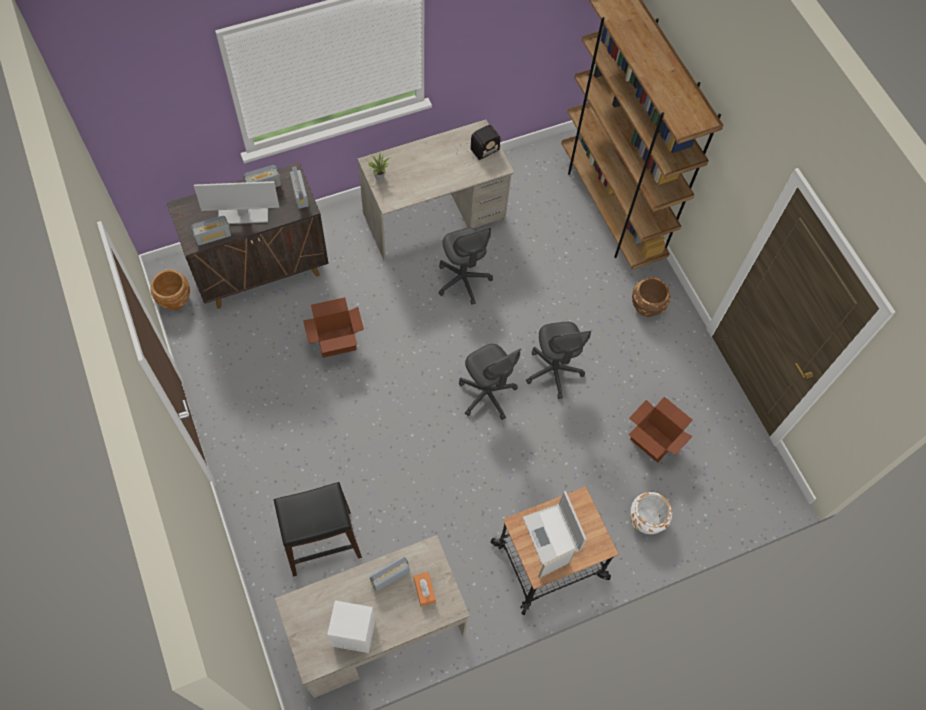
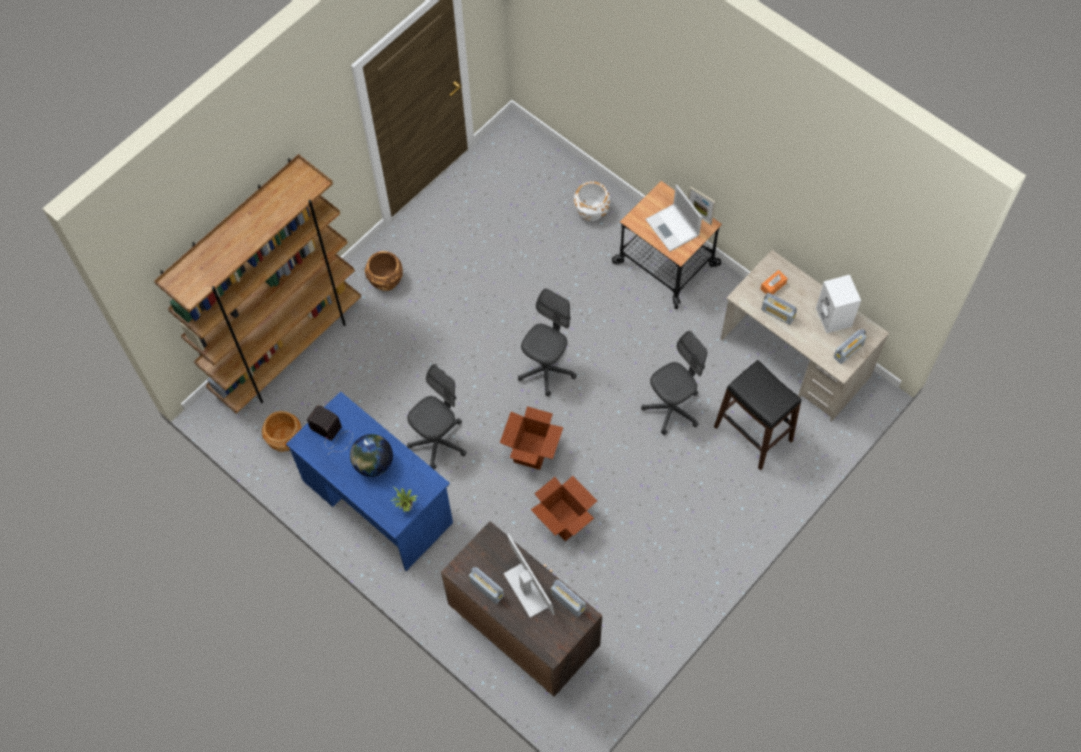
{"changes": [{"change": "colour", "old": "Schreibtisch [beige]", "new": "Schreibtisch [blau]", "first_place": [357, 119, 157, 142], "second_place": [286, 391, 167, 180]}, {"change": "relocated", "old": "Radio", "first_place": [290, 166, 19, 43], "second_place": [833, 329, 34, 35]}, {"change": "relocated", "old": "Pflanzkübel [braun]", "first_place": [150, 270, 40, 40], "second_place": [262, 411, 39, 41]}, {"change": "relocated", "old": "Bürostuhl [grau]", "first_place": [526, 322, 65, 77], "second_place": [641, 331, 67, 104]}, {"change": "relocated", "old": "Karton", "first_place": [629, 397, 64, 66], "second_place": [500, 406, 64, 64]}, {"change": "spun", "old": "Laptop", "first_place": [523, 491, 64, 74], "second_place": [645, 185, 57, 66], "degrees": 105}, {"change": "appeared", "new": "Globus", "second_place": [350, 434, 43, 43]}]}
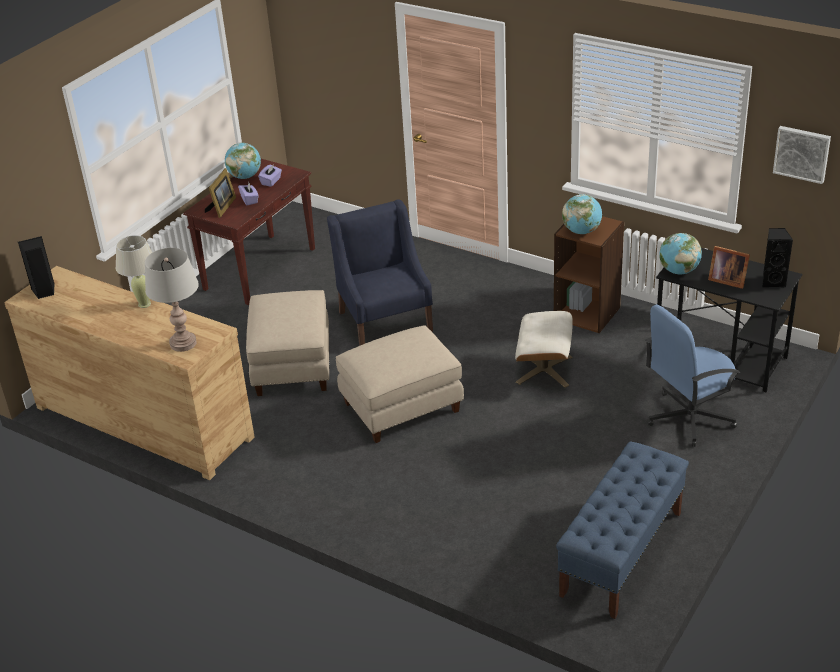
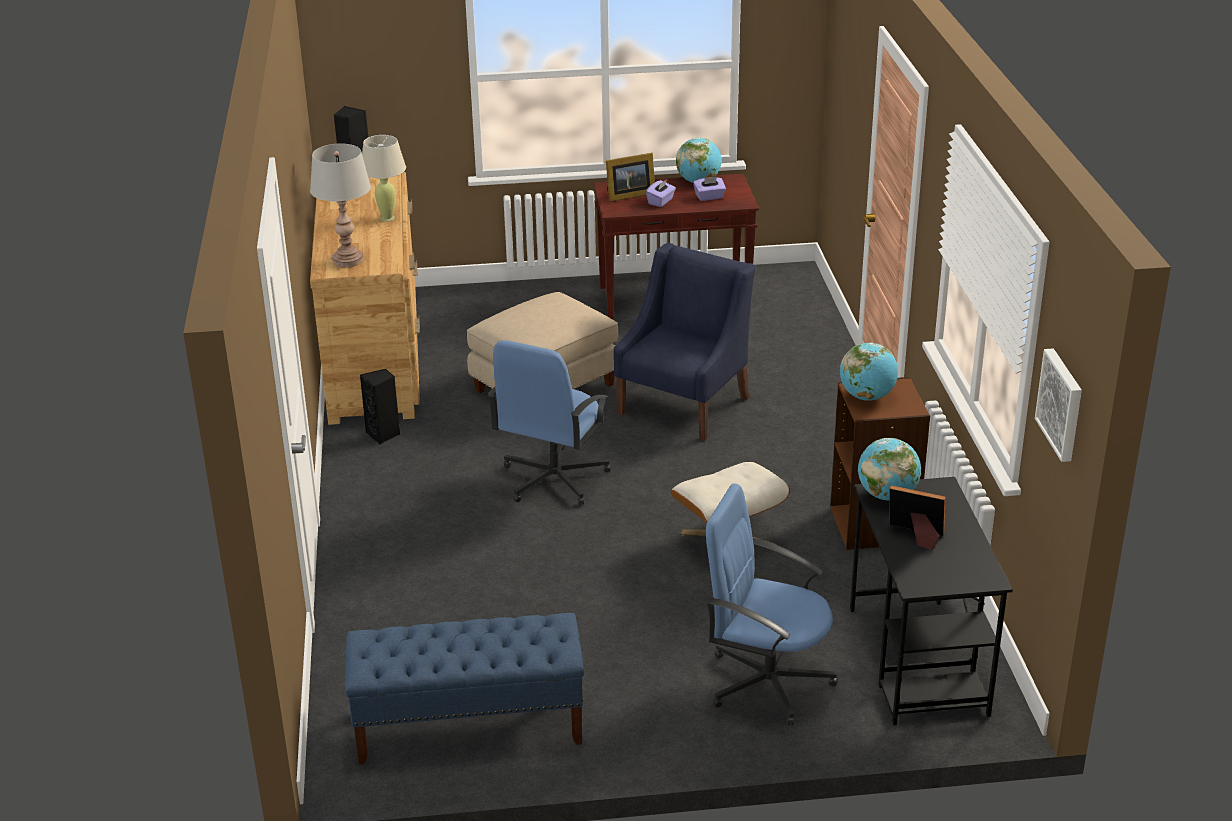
{"changes": [{"change": "relocated", "old": "Lautsprecher [schwarz]", "first_place": [762, 228, 31, 60], "second_place": [360, 369, 40, 76]}, {"change": "spun", "old": "Bilderrahmen", "first_place": [708, 246, 42, 43], "second_place": [890, 485, 56, 65], "degrees": 120}, {"change": "exchanged", "old": "Polsterhocker [beige]", "new": "Bürostuhl [blau]", "first_place": [336, 325, 128, 118], "second_place": [487, 340, 124, 165]}]}
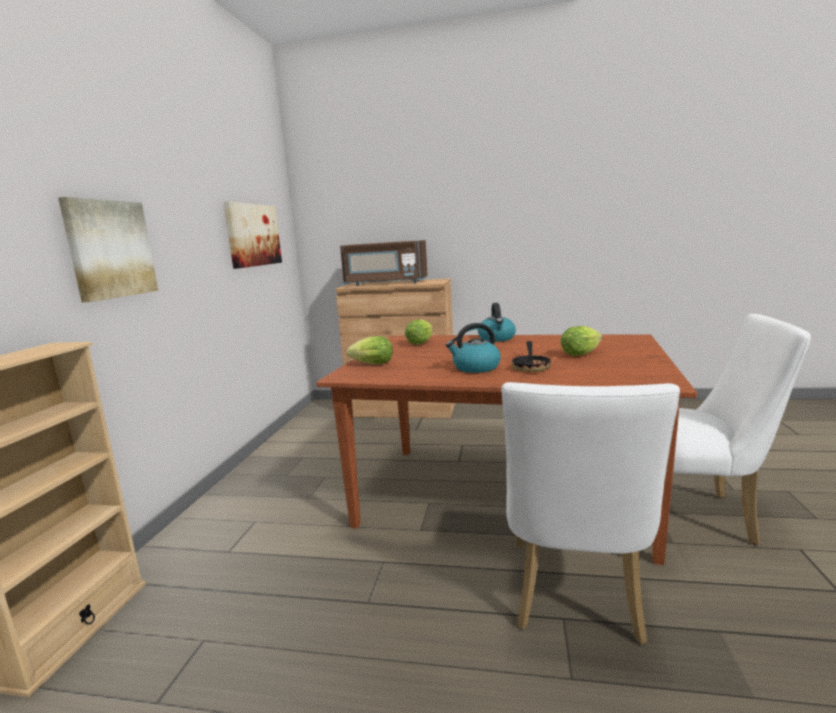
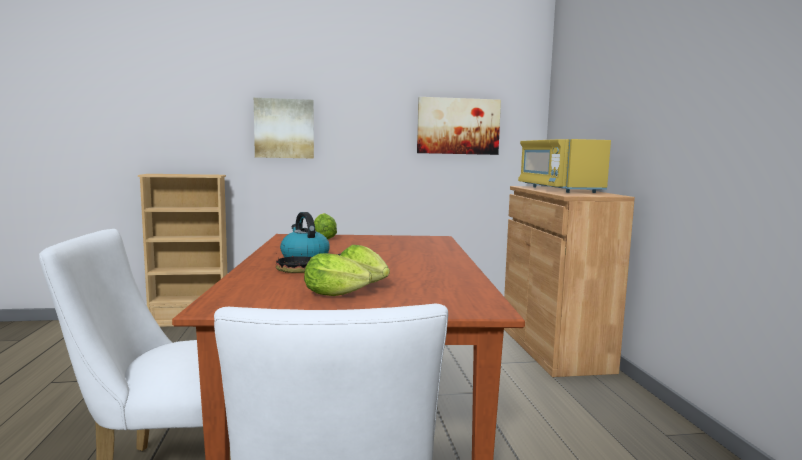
{"changes": [{"change": "colour", "old": "Mikrowelle [braun]", "new": "Mikrowelle [gelb]", "first_place": [340, 240, 88, 46], "second_place": [518, 139, 93, 54]}, {"change": "missing", "old": "Wasserkessel", "first_place": [478, 303, 38, 39]}, {"change": "relocated", "old": "Salatkopf", "first_place": [405, 319, 28, 26], "second_place": [304, 253, 68, 43]}]}
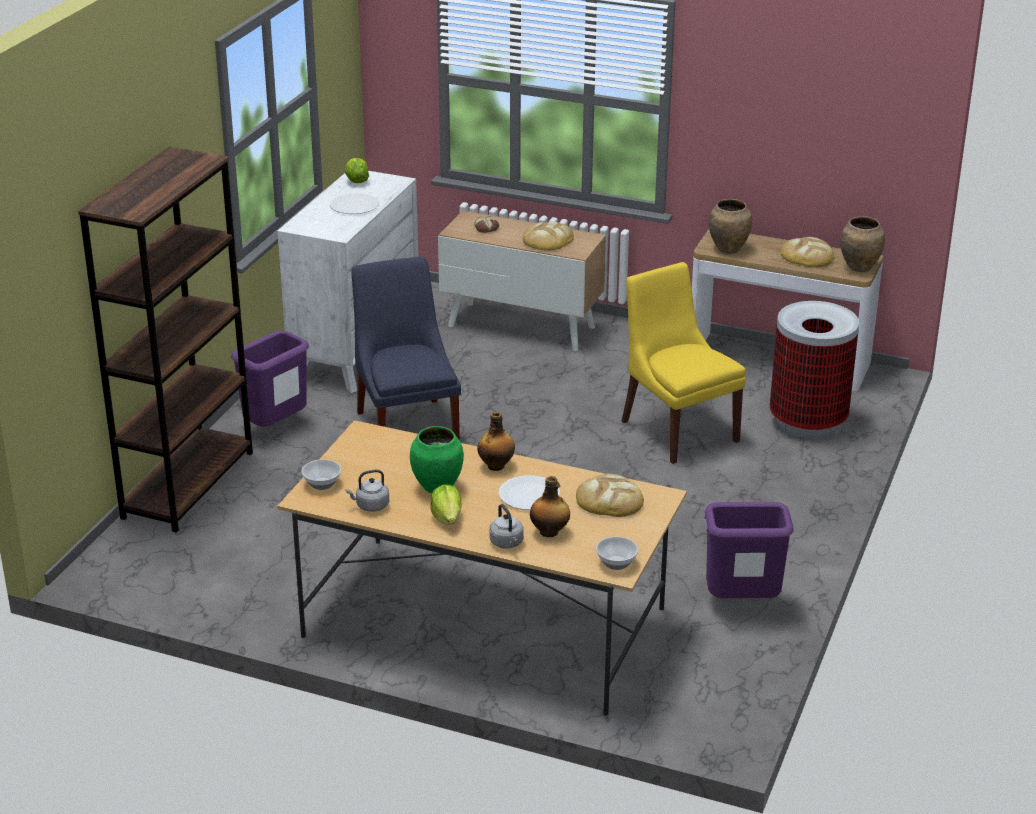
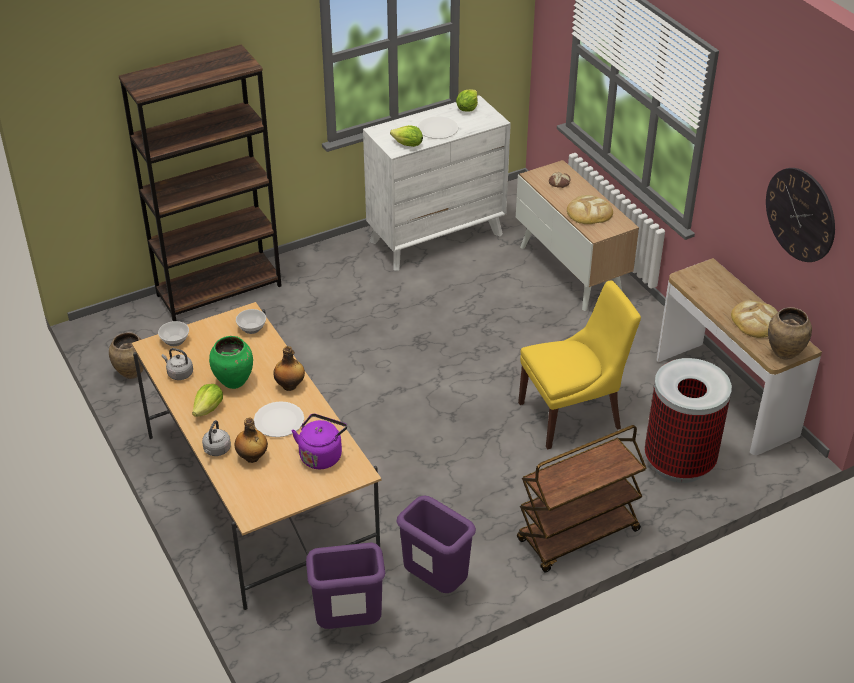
{"changes": [{"change": "relocated", "old": "Vase [braun]", "first_place": [709, 199, 43, 55], "second_place": [109, 332, 35, 47]}, {"change": "missing", "old": "Stuhl [blau]", "first_place": [351, 257, 110, 183]}, {"change": "spun", "old": "Stuhl [gelb]", "first_place": [622, 262, 124, 202], "second_place": [518, 280, 123, 169], "degrees": 60}, {"change": "relocated", "old": "Mülleimer [lila]", "first_place": [231, 330, 78, 97], "second_place": [306, 543, 79, 86]}, {"change": "exchanged", "old": "Brot", "new": "Wasserkessel [lila]", "first_place": [576, 474, 68, 43], "second_place": [292, 414, 55, 55]}, {"change": "relocated", "old": "Schüssel", "first_place": [596, 536, 42, 34], "second_place": [236, 309, 30, 25]}, {"change": "appeared", "new": "Salatkopf", "second_place": [390, 125, 33, 22]}, {"change": "appeared", "new": "Wanduhr", "second_place": [766, 168, 69, 94]}, {"change": "appeared", "new": "Rollwagen [braun]", "second_place": [517, 425, 130, 148]}]}
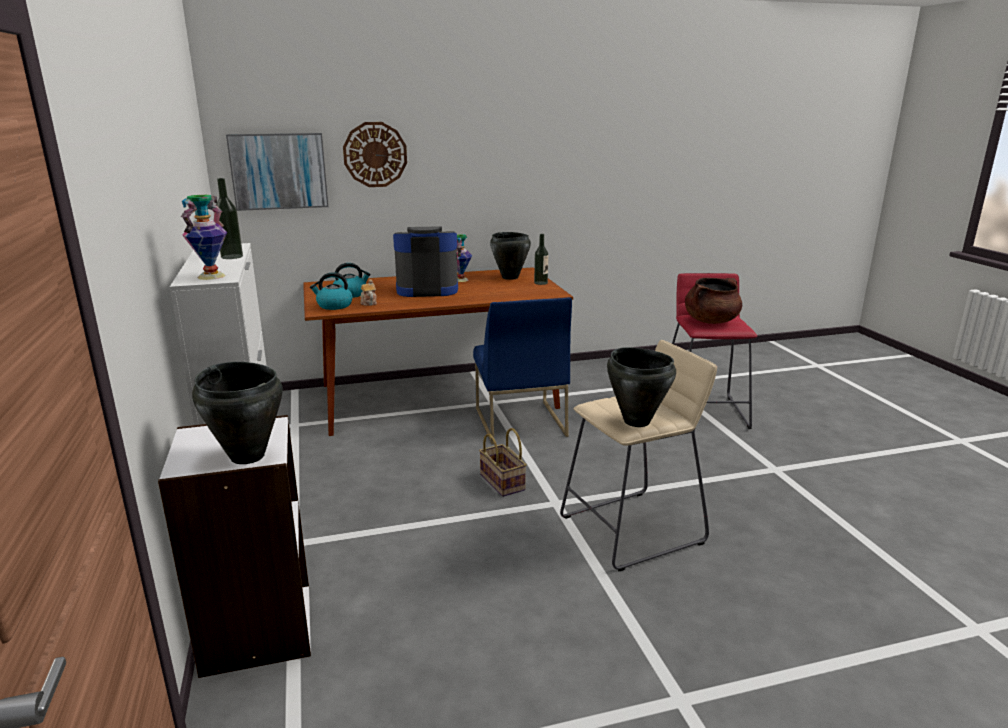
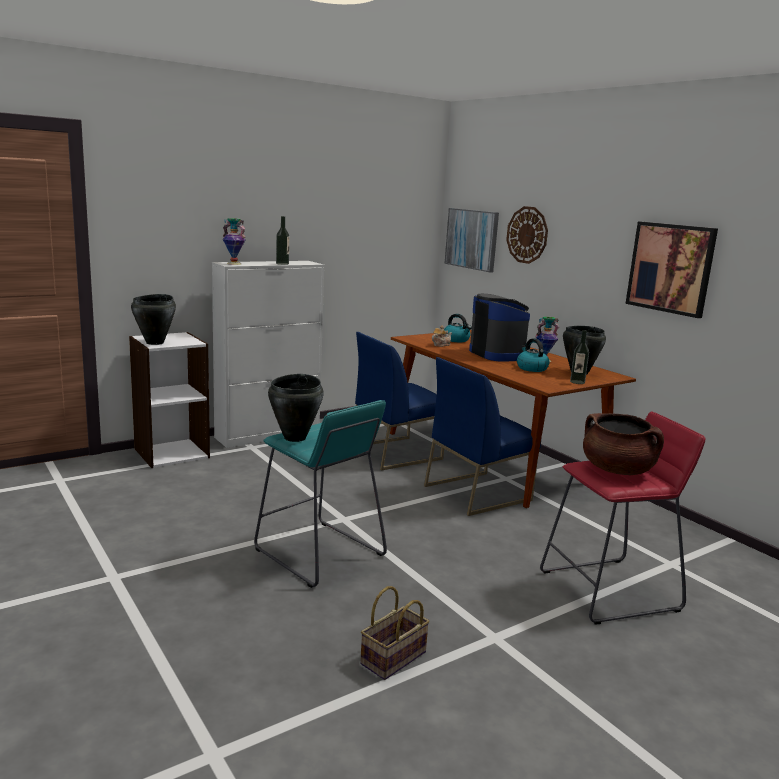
{"changes": [{"change": "relocated", "old": "Wasserkessel", "first_place": [310, 272, 43, 38], "second_place": [517, 338, 33, 34]}, {"change": "colour", "old": "Hocker [beige]", "new": "Hocker [türkis]", "first_place": [560, 340, 157, 231], "second_place": [254, 400, 133, 188]}, {"change": "relocated", "old": "Korb", "first_place": [479, 428, 48, 69], "second_place": [360, 586, 70, 94]}, {"change": "appeared", "new": "Bild", "second_place": [625, 222, 93, 96]}, {"change": "appeared", "new": "Stuhl [blau]", "second_place": [355, 332, 89, 138]}]}
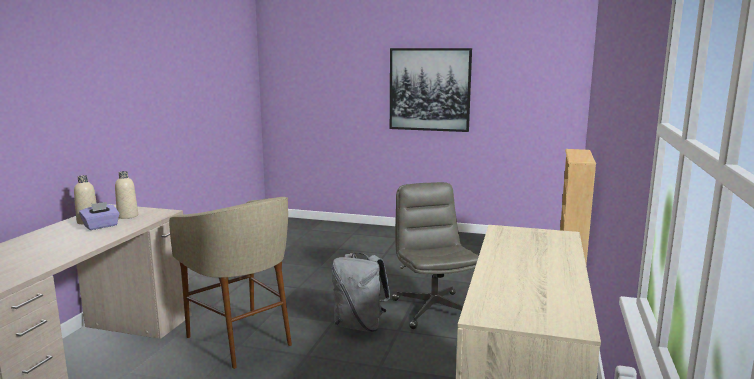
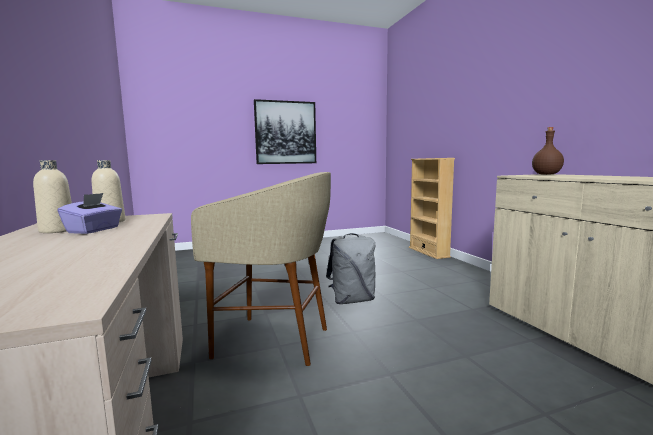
{"changes": [{"change": "missing", "old": "Bürostuhl [grau]", "first_place": [392, 182, 87, 147]}, {"change": "appeared", "new": "Flasche [braun]", "second_place": [532, 127, 32, 48]}]}
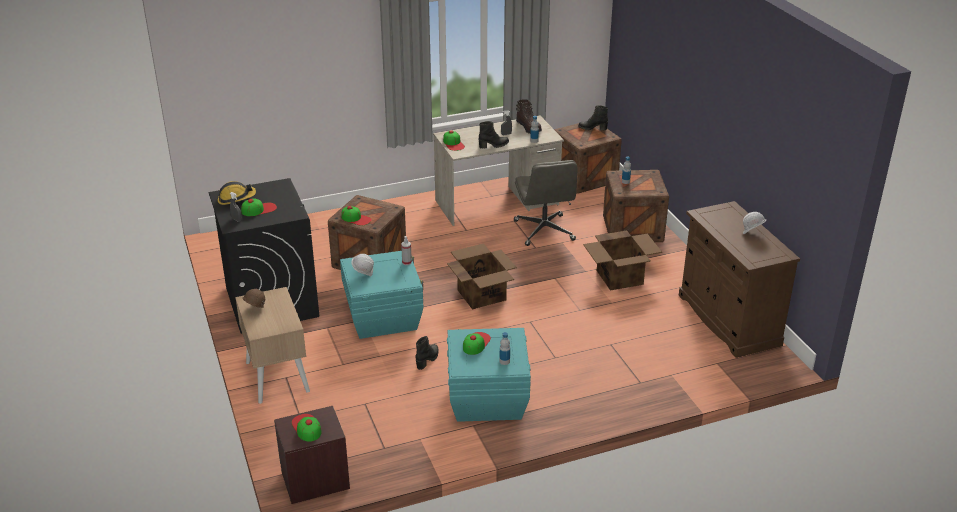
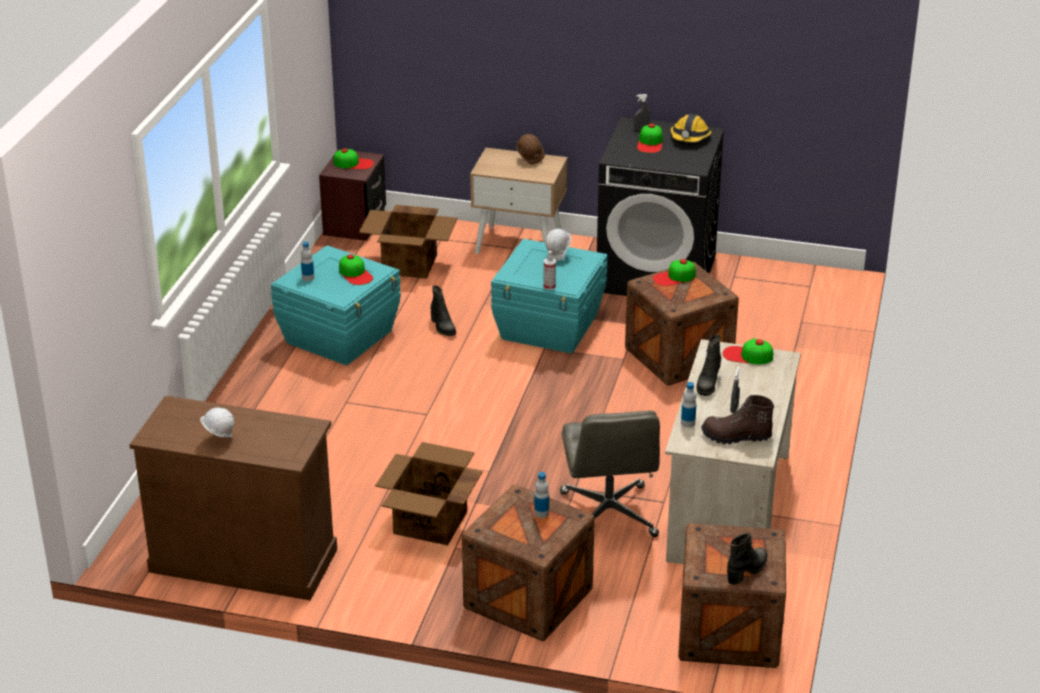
{"changes": [{"change": "spun", "old": "Bürostuhl [grau]", "first_place": [514, 160, 64, 86], "second_place": [560, 411, 100, 126], "degrees": -120}, {"change": "relocated", "old": "Karton", "first_place": [447, 244, 70, 65], "second_place": [359, 205, 98, 74]}]}
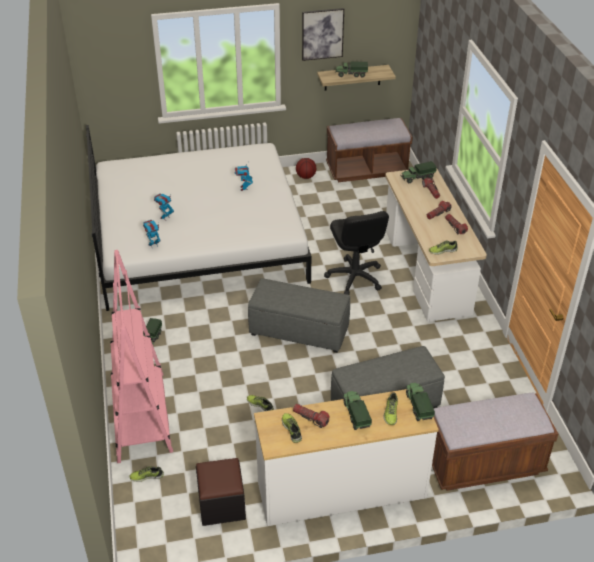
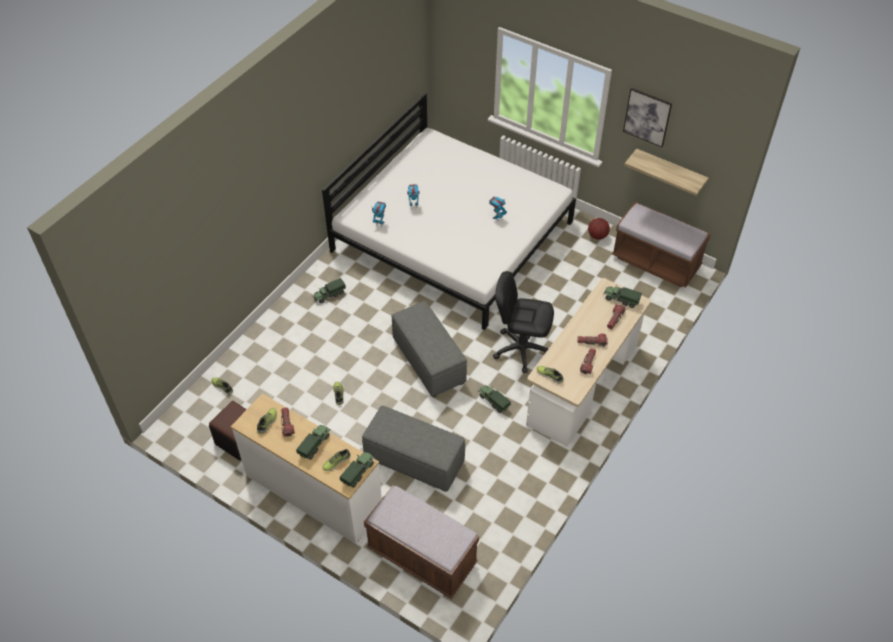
{"changes": [{"change": "relocated", "old": "Spielzeuglaster", "first_place": [336, 62, 32, 15], "second_place": [478, 385, 33, 28]}, {"change": "spun", "old": "Bürostuhl [schwarz]", "first_place": [324, 211, 65, 84], "second_place": [493, 271, 61, 102], "degrees": 75}, {"change": "missing", "old": "Bücherregal [rosa]", "first_place": [110, 250, 63, 213]}]}
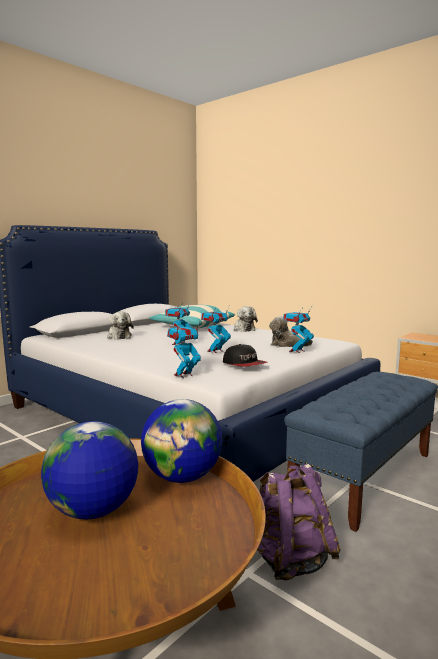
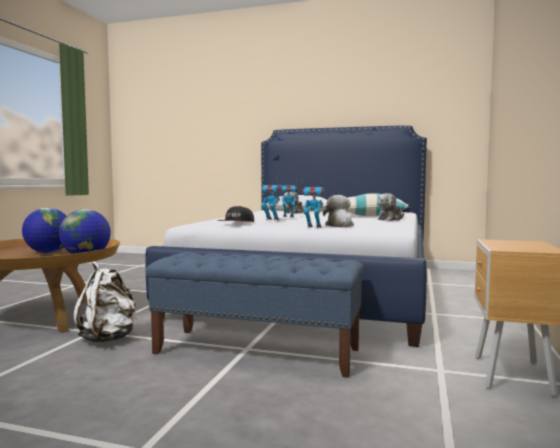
{"changes": [{"change": "missing", "old": "Spielzeugroboter", "first_place": [167, 320, 34, 58]}, {"change": "colour", "old": "Rucksack [lila]", "new": "Rucksack [weiß]", "first_place": [257, 464, 83, 117], "second_place": [73, 261, 64, 81]}]}
